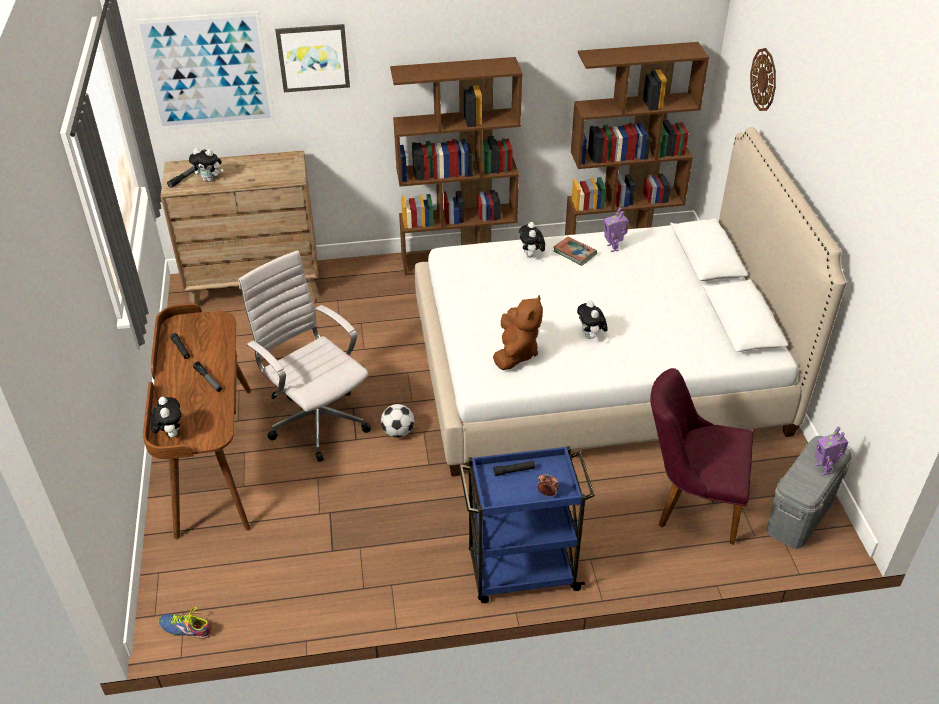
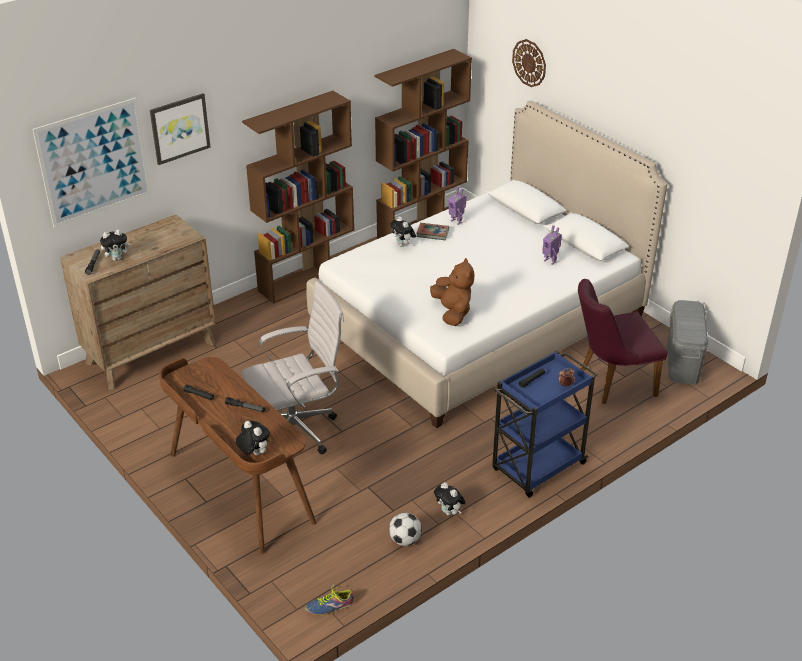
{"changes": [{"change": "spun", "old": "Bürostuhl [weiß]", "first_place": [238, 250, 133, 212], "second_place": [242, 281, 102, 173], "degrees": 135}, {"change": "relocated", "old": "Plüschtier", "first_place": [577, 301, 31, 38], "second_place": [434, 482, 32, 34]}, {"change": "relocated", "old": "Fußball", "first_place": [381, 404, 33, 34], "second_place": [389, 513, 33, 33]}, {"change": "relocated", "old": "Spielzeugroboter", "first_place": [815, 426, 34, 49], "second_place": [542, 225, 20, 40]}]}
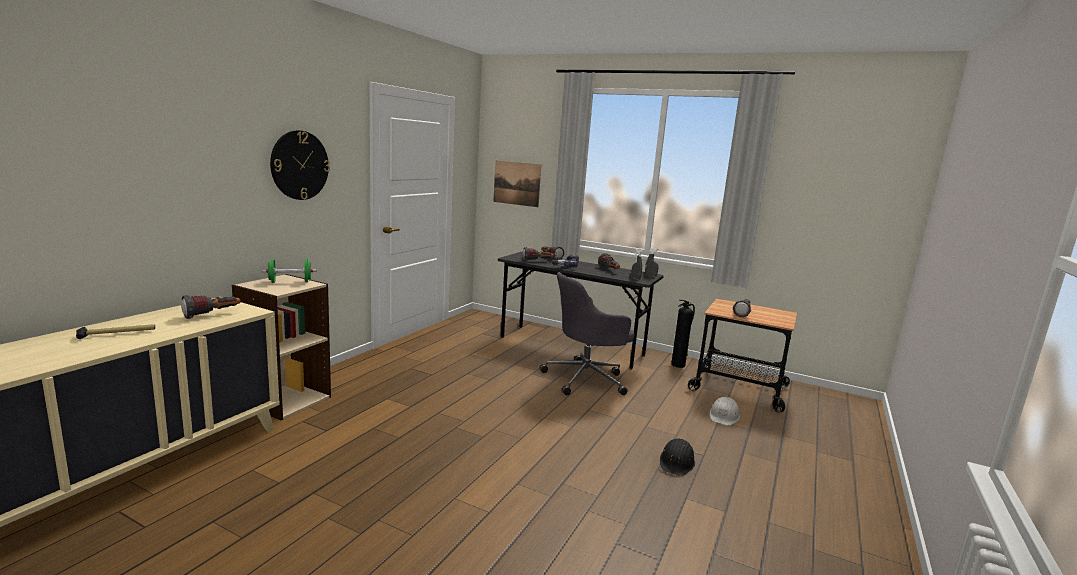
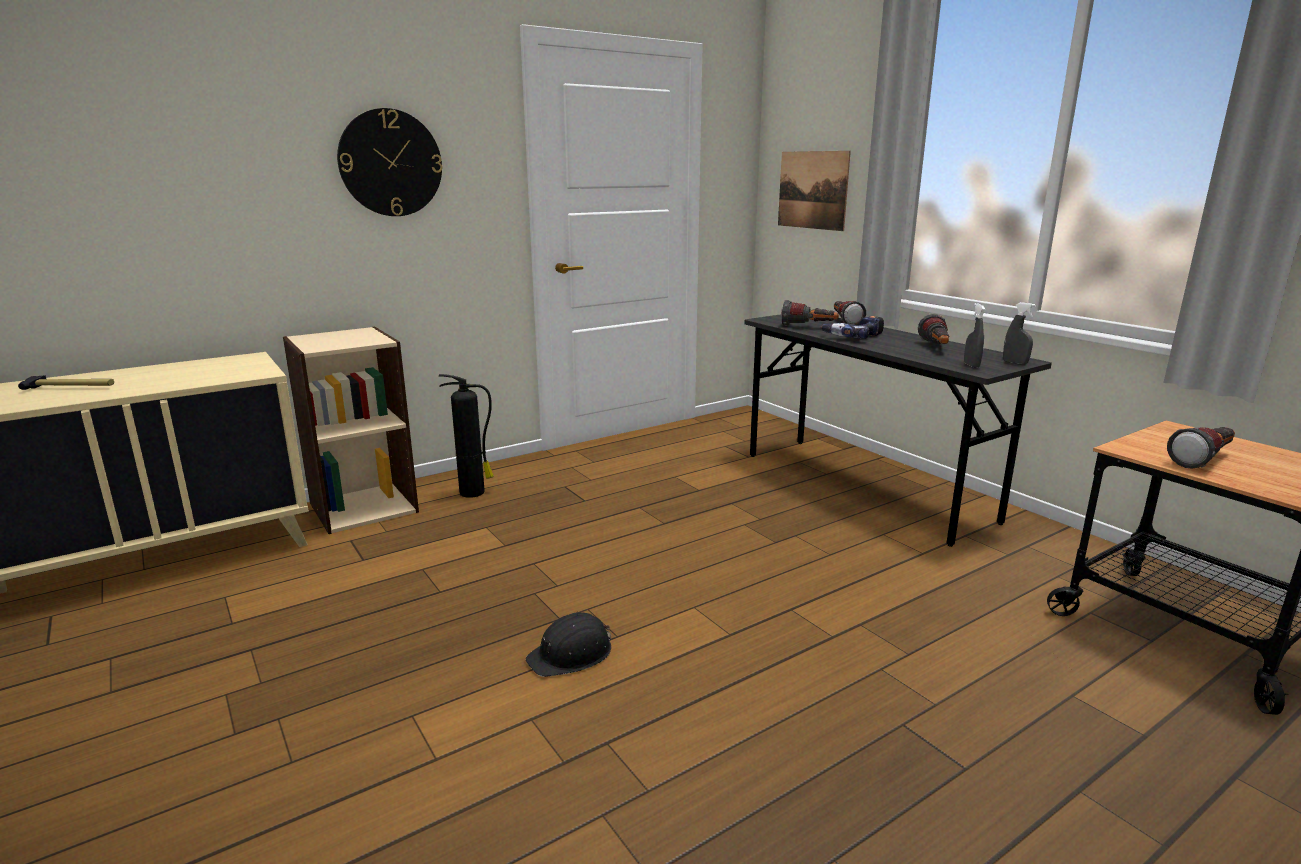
{"changes": [{"change": "missing", "old": "Hantel [grün]", "first_place": [262, 259, 55, 24]}, {"change": "missing", "old": "Bürostuhl [grau]", "first_place": [539, 272, 95, 123]}, {"change": "missing", "old": "Taschenlampe", "first_place": [181, 295, 60, 24]}, {"change": "relocated", "old": "Feuerlöscher", "first_place": [671, 300, 24, 68], "second_place": [439, 374, 55, 124]}, {"change": "missing", "old": "Schutzhelm [weiß]", "first_place": [710, 397, 30, 29]}, {"change": "relocated", "old": "Schutzhelm [schwarz]", "first_place": [660, 438, 35, 38], "second_place": [526, 612, 85, 65]}]}
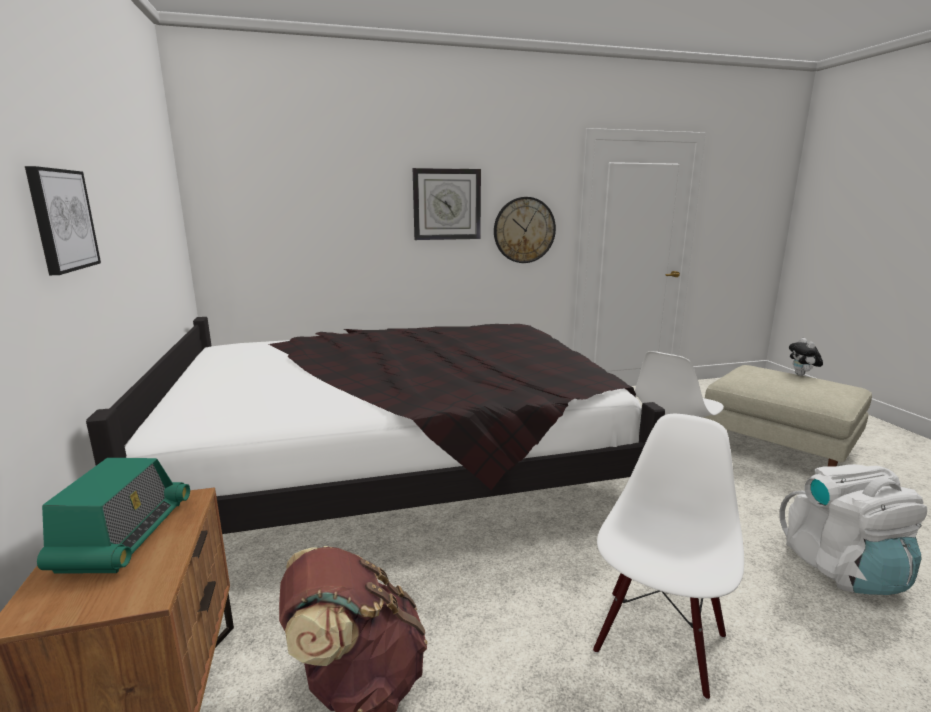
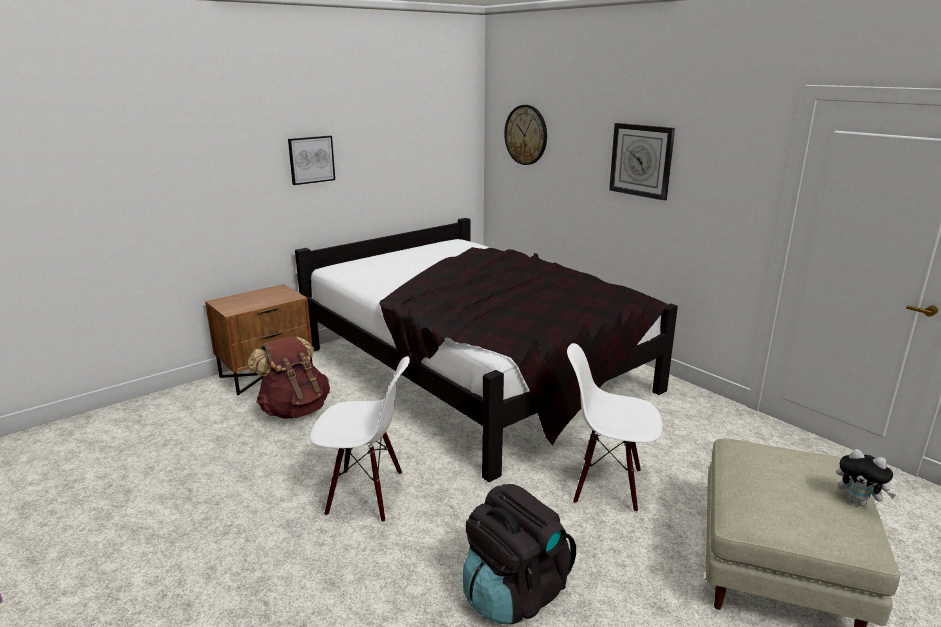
{"changes": [{"change": "relocated", "old": "Wanduhr", "first_place": [494, 197, 62, 66], "second_place": [504, 105, 43, 60]}, {"change": "spun", "old": "Plüschtier", "first_place": [789, 338, 34, 38], "second_place": [837, 449, 59, 57], "degrees": -120}, {"change": "missing", "old": "Radio", "first_place": [37, 458, 153, 116]}, {"change": "colour", "old": "Rucksack [weiß]", "new": "Rucksack [schwarz]", "first_place": [779, 464, 148, 131], "second_place": [463, 484, 113, 141]}]}
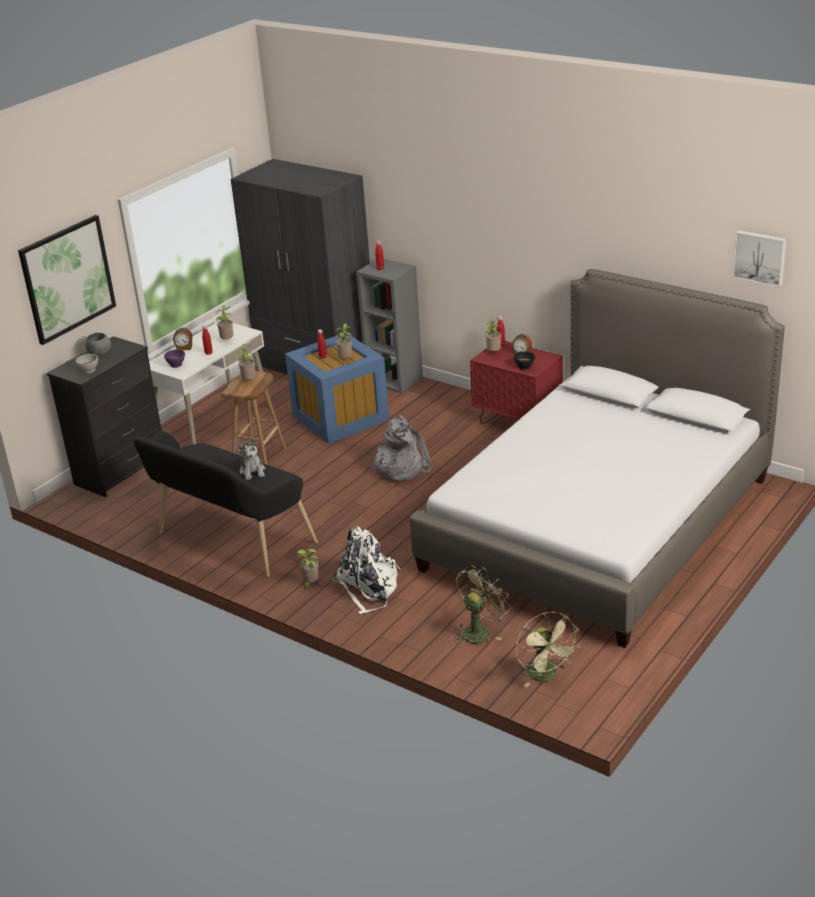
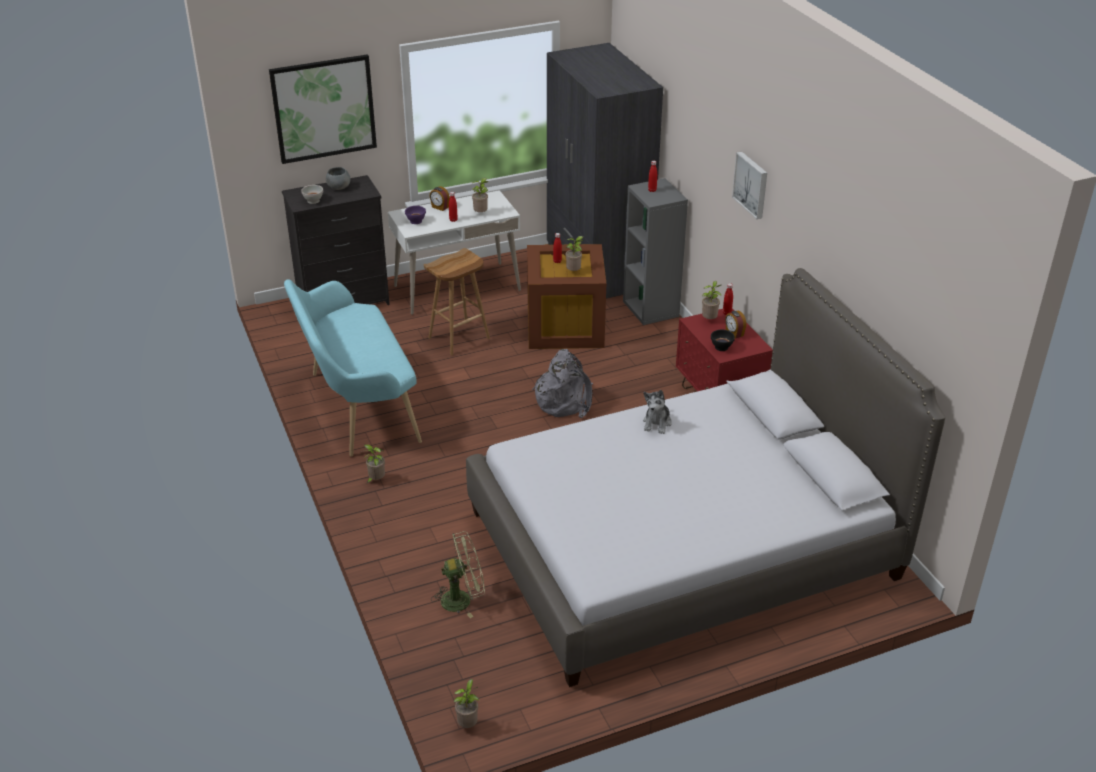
{"changes": [{"change": "relocated", "old": "Bild", "first_place": [733, 230, 53, 57], "second_place": [732, 152, 35, 67]}, {"change": "colour", "old": "Aufbewahrungsbox [blau]", "new": "Aufbewahrungsbox [braun]", "first_place": [285, 334, 104, 110], "second_place": [527, 244, 79, 105]}, {"change": "relocated", "old": "Topfpflanze", "first_place": [238, 344, 18, 36], "second_place": [454, 679, 25, 49]}, {"change": "colour", "old": "Bank [schwarz]", "new": "Bank [türkis]", "first_place": [134, 431, 184, 146], "second_place": [284, 279, 138, 178]}, {"change": "relocated", "old": "Plüschtier", "first_place": [236, 438, 29, 42], "second_place": [643, 390, 29, 44]}, {"change": "missing", "old": "Rucksack [weiß]", "first_place": [333, 526, 68, 88]}, {"change": "missing", "old": "Ventilator [grün]", "first_place": [516, 612, 64, 75]}]}
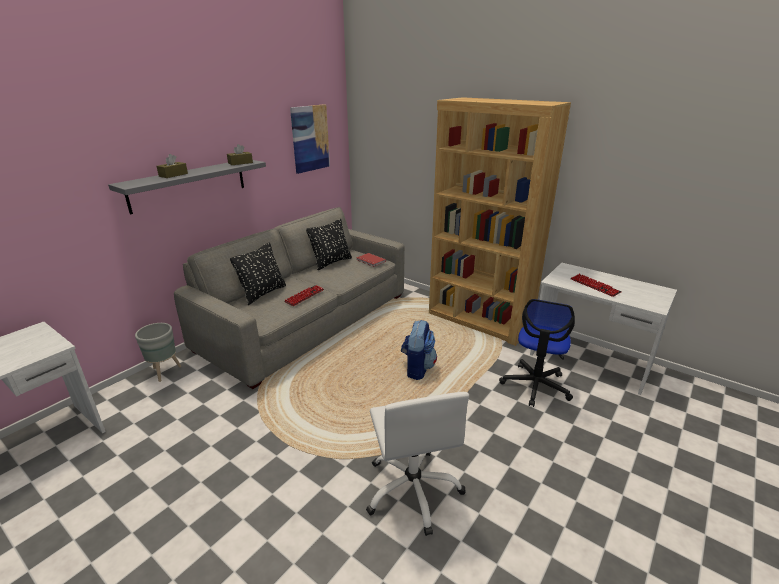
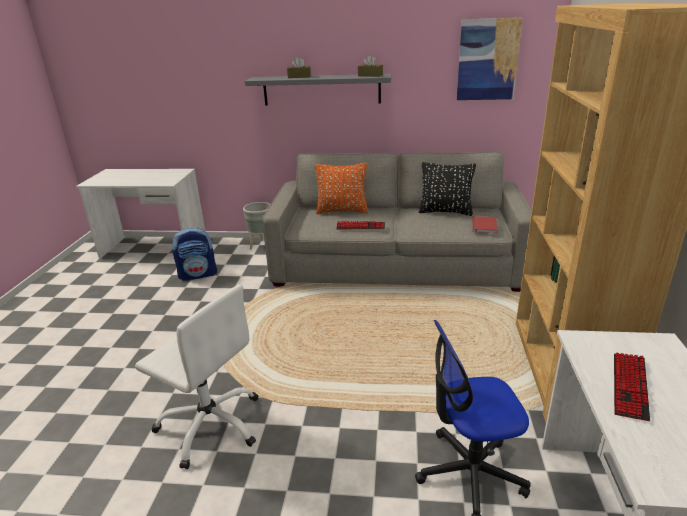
{"changes": [{"change": "colour", "old": "Kissen [schwarz]", "new": "Kissen [orange]", "first_place": [230, 242, 56, 63], "second_place": [315, 163, 53, 51]}, {"change": "relocated", "old": "Rucksack", "first_place": [401, 320, 36, 60], "second_place": [172, 227, 45, 54]}, {"change": "spun", "old": "Bürostuhl [weiß]", "first_place": [366, 392, 103, 144], "second_place": [135, 285, 123, 184], "degrees": -105}]}
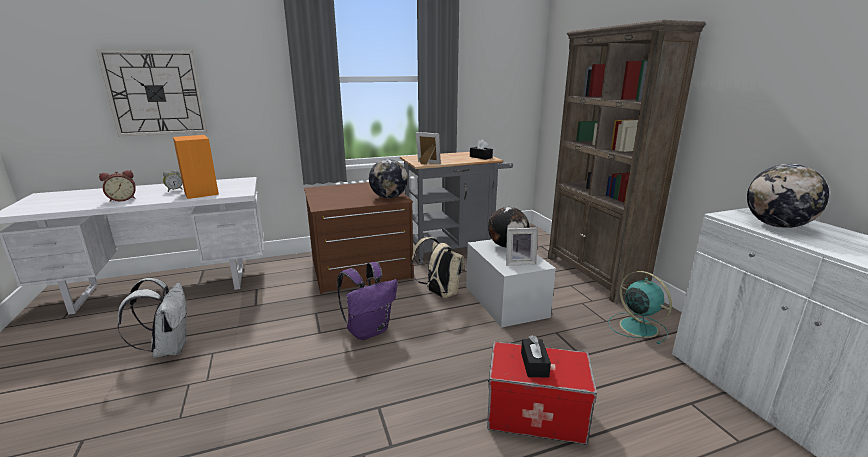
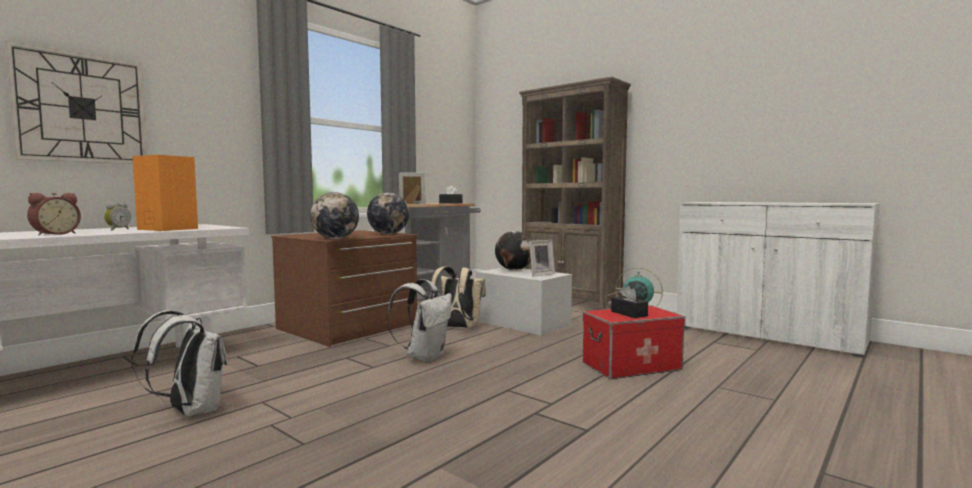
{"changes": [{"change": "relocated", "old": "Globus", "first_place": [747, 164, 82, 64], "second_place": [310, 192, 49, 47]}, {"change": "colour", "old": "Rucksack [lila]", "new": "Rucksack [weiß]", "first_place": [337, 262, 60, 78], "second_place": [387, 279, 65, 83]}]}
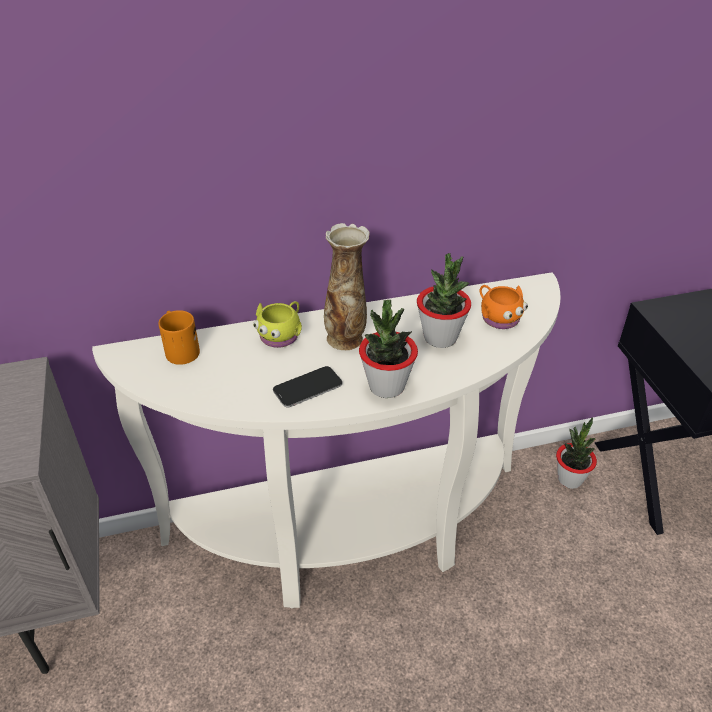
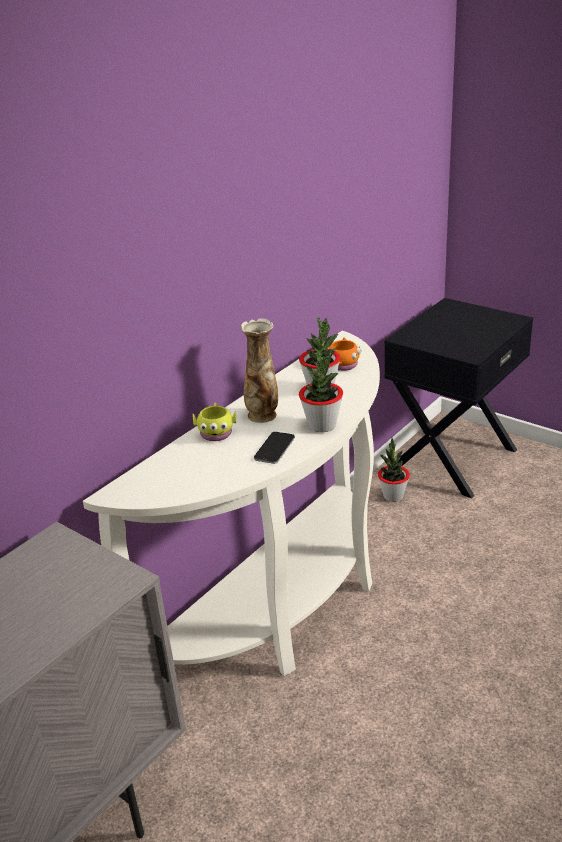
{"changes": [{"change": "missing", "old": "Henkelbecher [orange]", "first_place": [159, 310, 41, 55]}]}
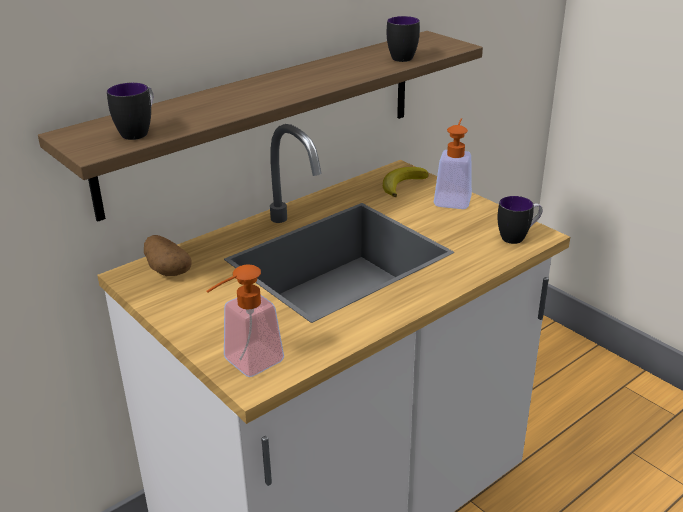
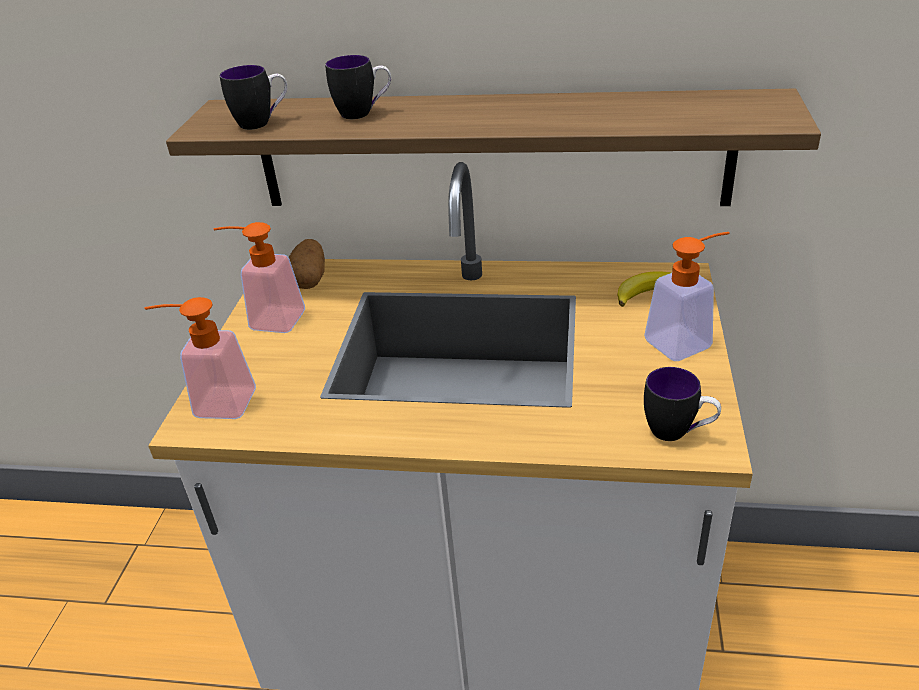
{"changes": [{"change": "relocated", "old": "Henkelbecher", "first_place": [387, 16, 33, 46], "second_place": [325, 55, 66, 64]}, {"change": "appeared", "new": "Seifenspender", "second_place": [213, 222, 92, 111]}]}
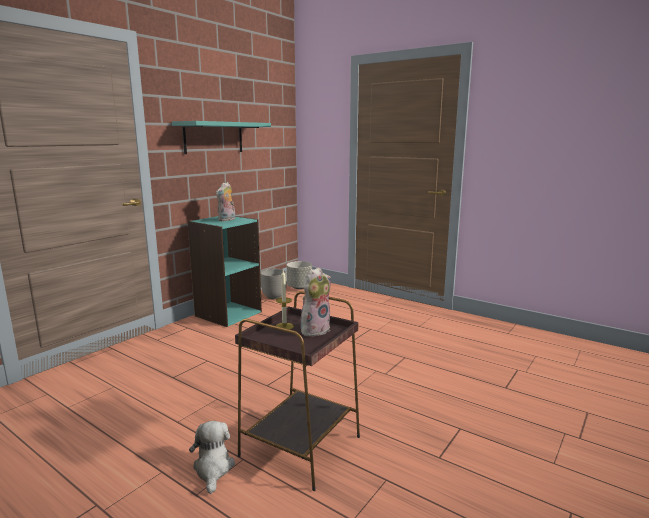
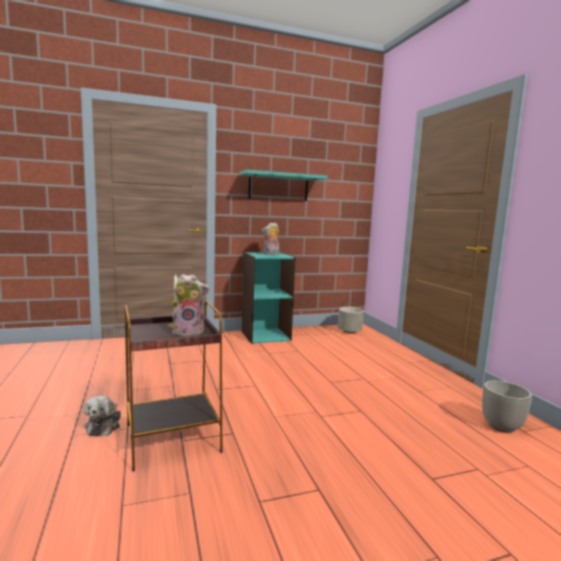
{"changes": [{"change": "relocated", "old": "Pflanzkübel", "first_place": [260, 269, 27, 30], "second_place": [482, 380, 50, 53]}, {"change": "spun", "old": "Plüschtier", "first_place": [189, 421, 46, 73], "second_place": [84, 395, 37, 41], "degrees": 150}]}
